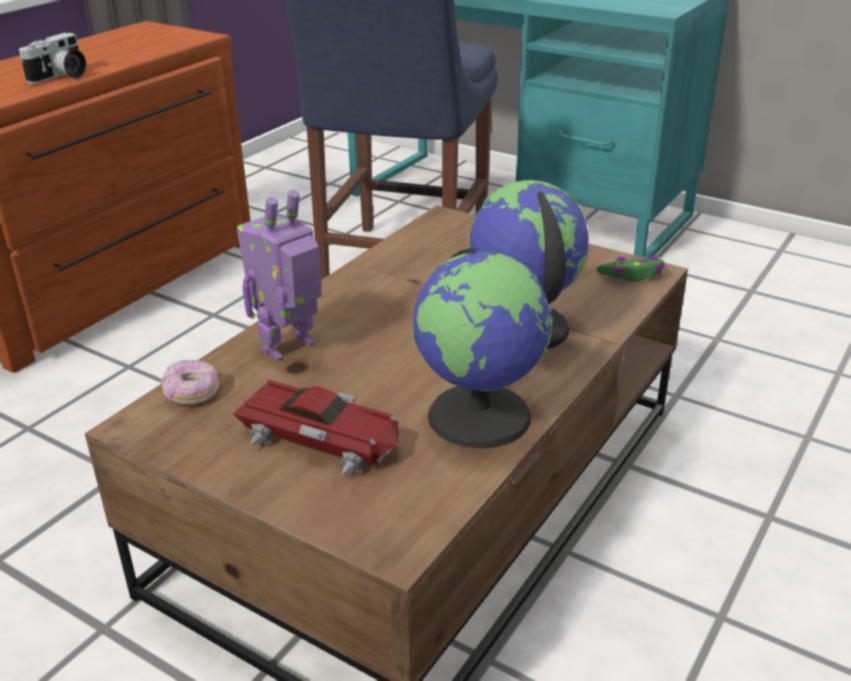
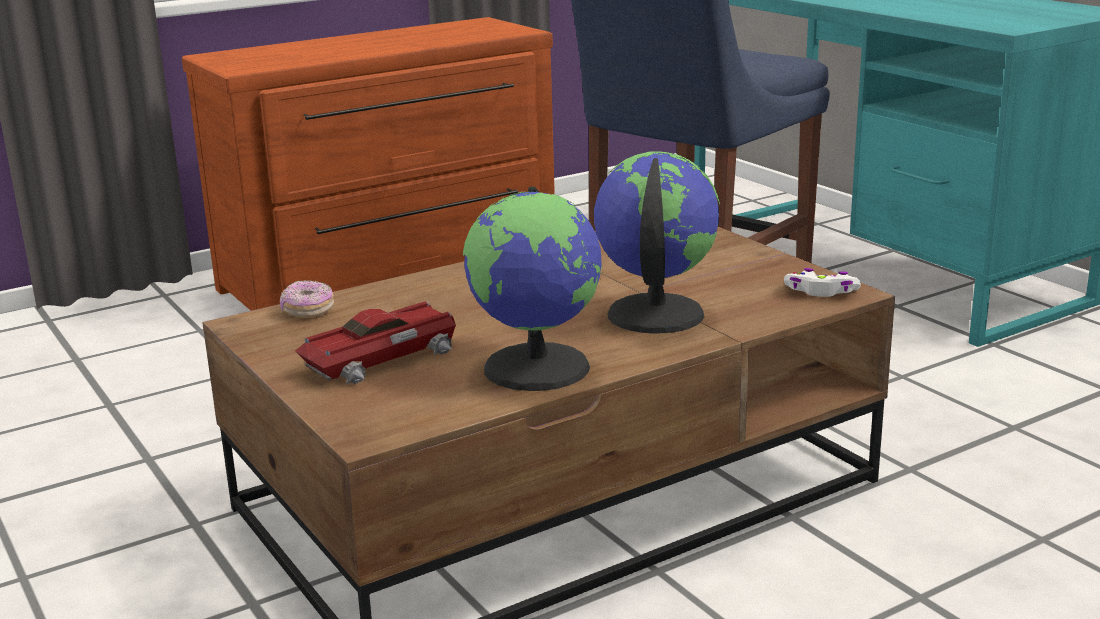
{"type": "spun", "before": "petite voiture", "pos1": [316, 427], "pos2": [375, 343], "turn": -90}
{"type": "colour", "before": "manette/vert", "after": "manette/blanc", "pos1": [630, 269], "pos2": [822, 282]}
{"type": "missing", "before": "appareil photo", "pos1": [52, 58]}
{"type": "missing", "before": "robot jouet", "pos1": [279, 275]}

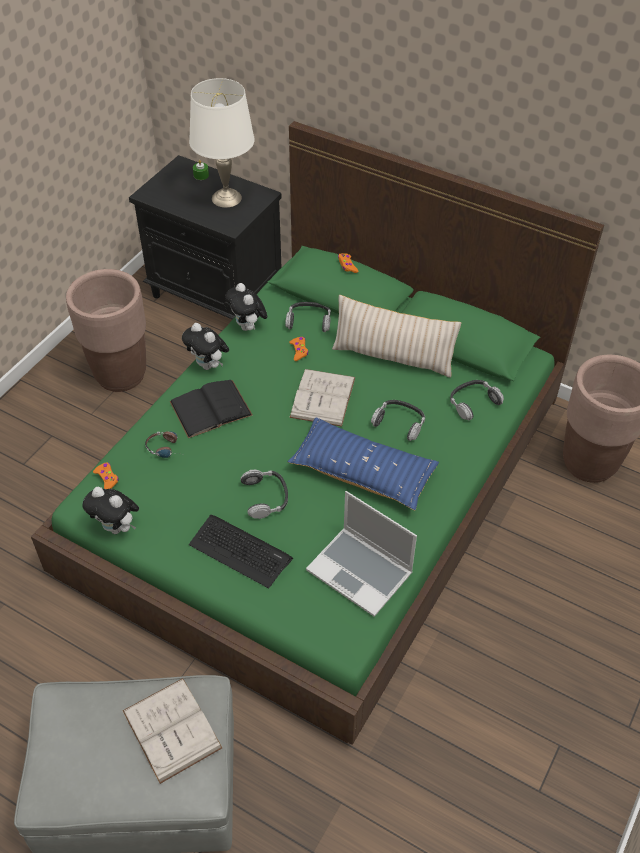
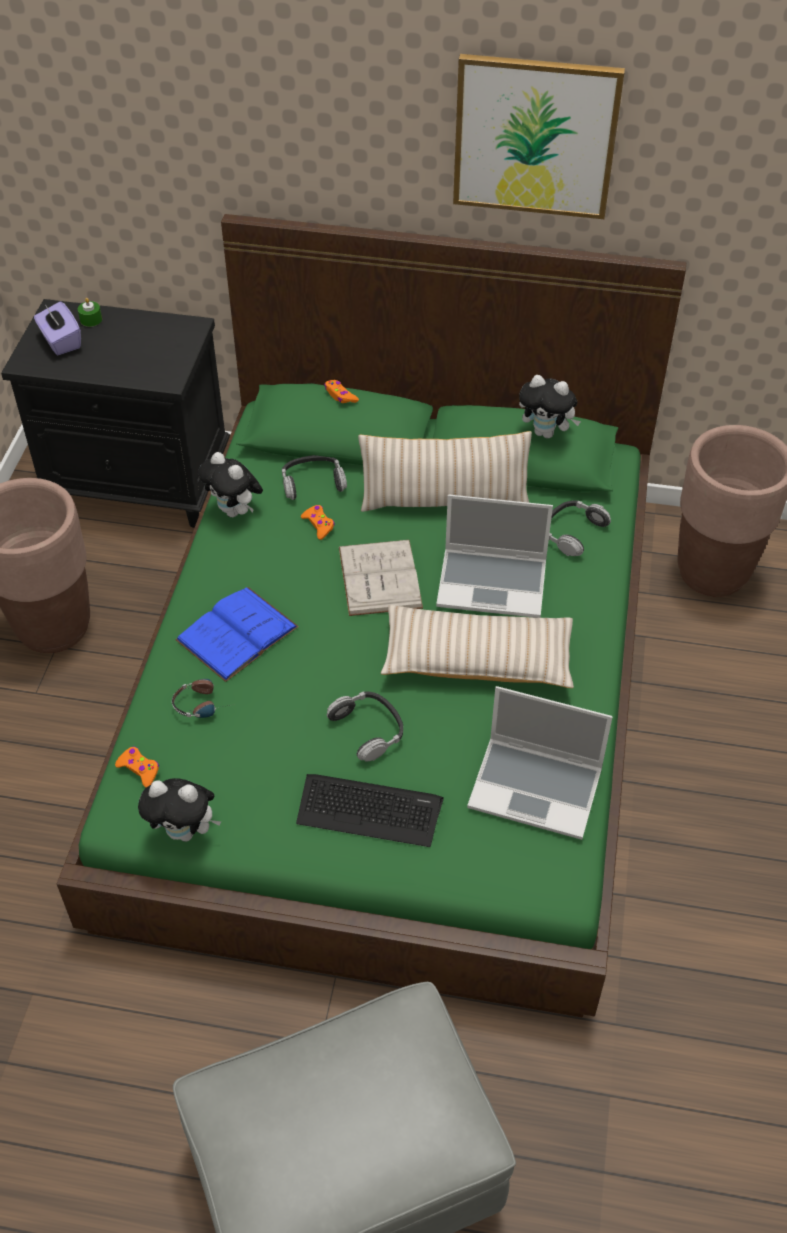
{"type": "appeared", "after": "boîte à mouchoirs/violet", "pos2": [57, 328]}
{"type": "colour", "before": "livre/noir", "after": "livre/bleu", "pos1": [211, 409], "pos2": [237, 634]}
{"type": "colour", "before": "coussin/bleu", "after": "coussin/beige", "pos1": [363, 464], "pos2": [477, 646]}
{"type": "exchanged", "before": "casque audio", "after": "ordinateur portable", "pos1": [398, 420], "pos2": [494, 556]}
{"type": "appeared", "after": "tableau", "pos2": [539, 136]}
{"type": "relocated", "before": "peluche", "pos1": [205, 346], "pos2": [550, 406]}
{"type": "missing", "before": "livre/blanc", "pos1": [172, 731]}
{"type": "missing", "before": "lampe de table/blanc", "pos1": [222, 143]}

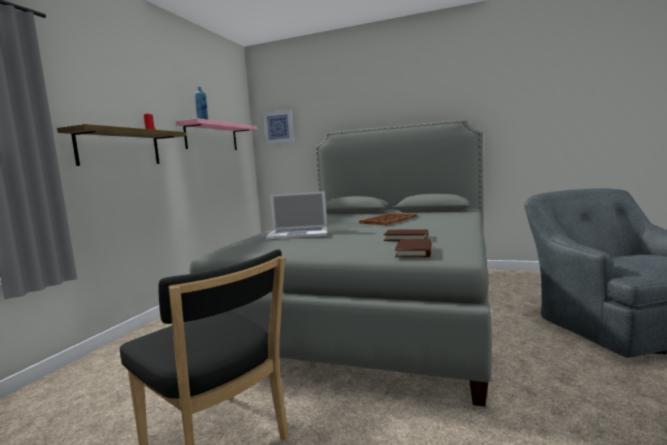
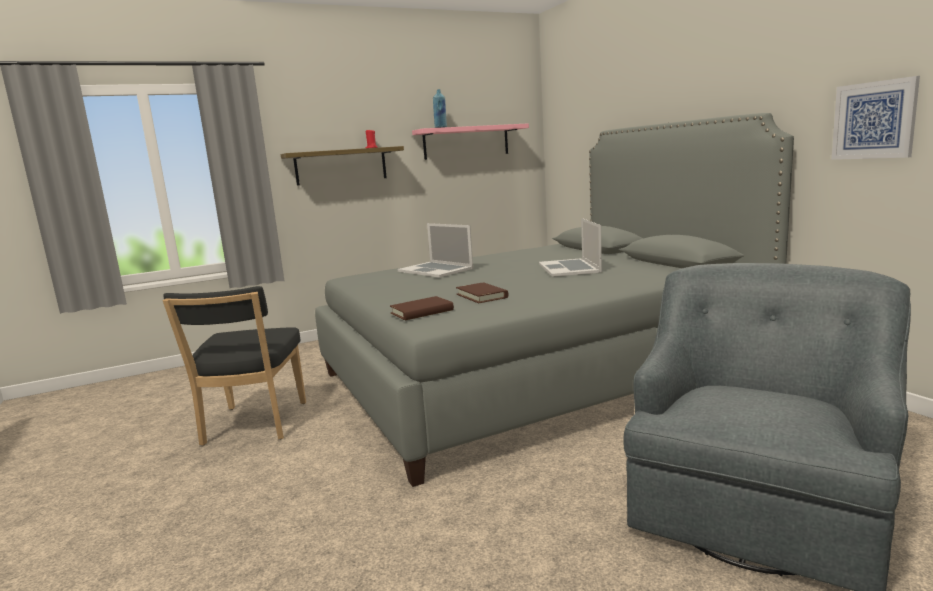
{"type": "exchanged", "before": "plateau/marron", "after": "ordinateur portable", "pos1": [388, 219], "pos2": [570, 247]}
{"type": "relocated", "before": "tableau", "pos1": [278, 126], "pos2": [875, 118]}

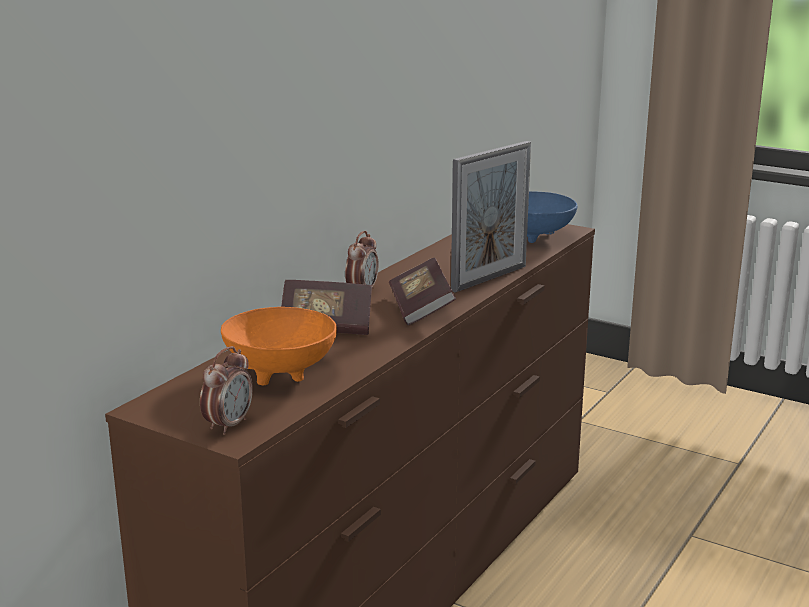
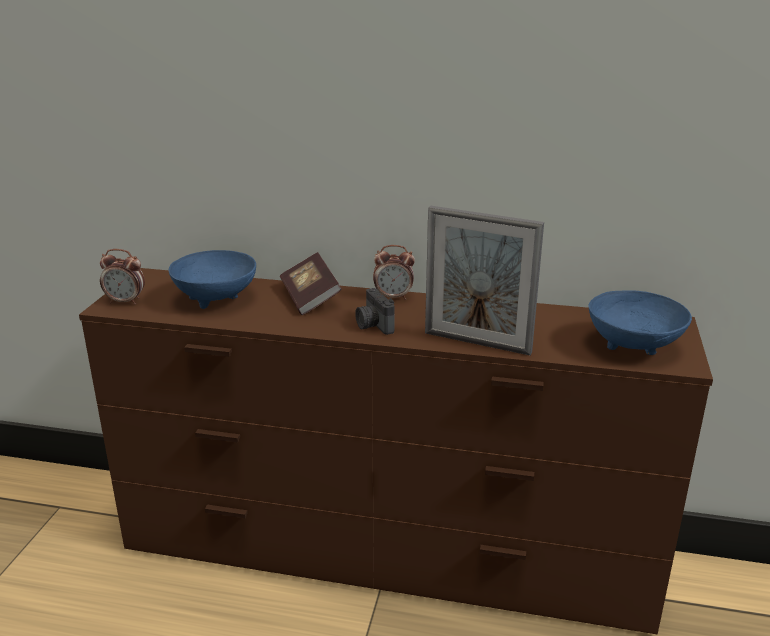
{"type": "colour", "before": "bol/orange", "after": "bol/bleu", "pos1": [279, 346], "pos2": [212, 279]}
{"type": "exchanged", "before": "livre", "after": "appareil photo", "pos1": [422, 291], "pos2": [375, 311]}

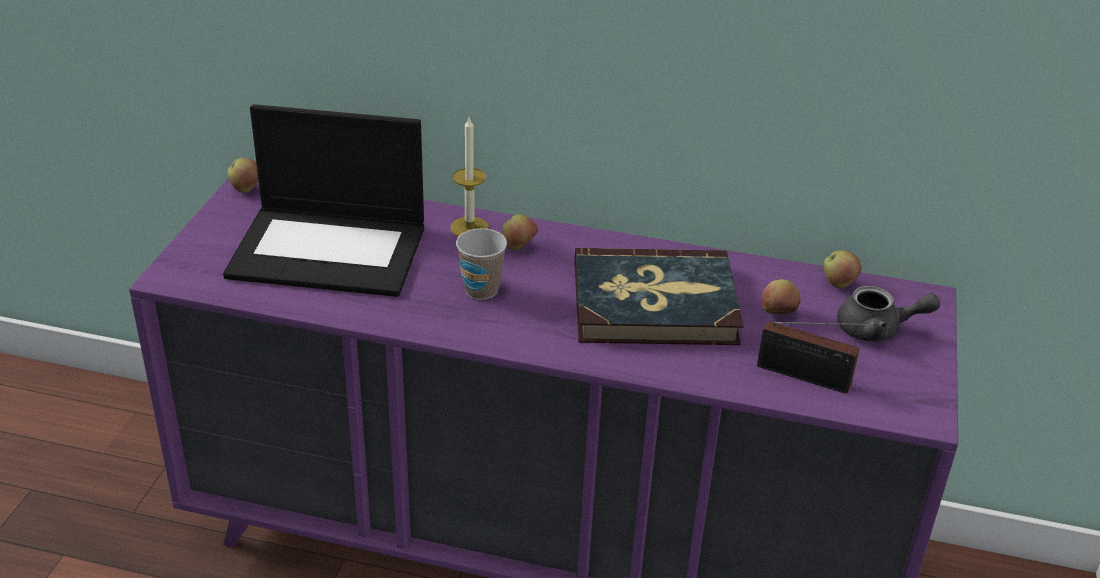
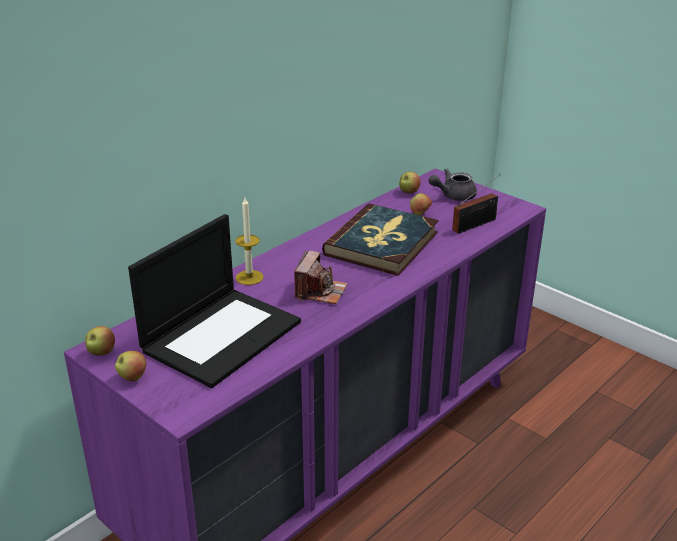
{"type": "relocated", "before": "pomme", "pos1": [520, 232], "pos2": [131, 366]}
{"type": "exchanged", "before": "tasse", "after": "appareil photo", "pos1": [481, 264], "pos2": [321, 277]}
{"type": "spun", "before": "théière/gris", "pos1": [889, 314], "pos2": [452, 184], "turn": -150}

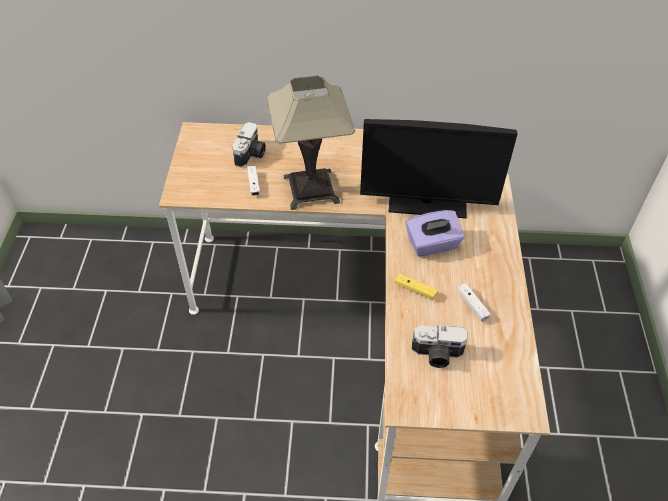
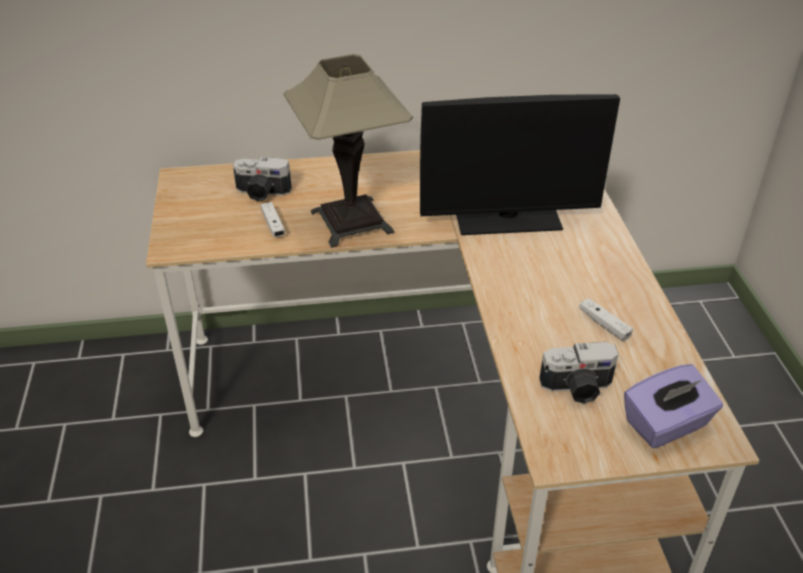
{"type": "spun", "before": "appareil photo", "pos1": [249, 145], "pos2": [262, 179], "turn": 90}
{"type": "relocated", "before": "boîte à mouchoirs/violet", "pos1": [435, 233], "pos2": [673, 406]}
{"type": "missing", "before": "manette/jaune", "pos1": [416, 287]}

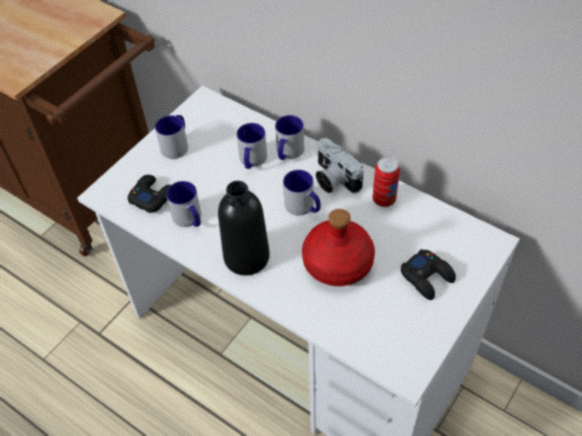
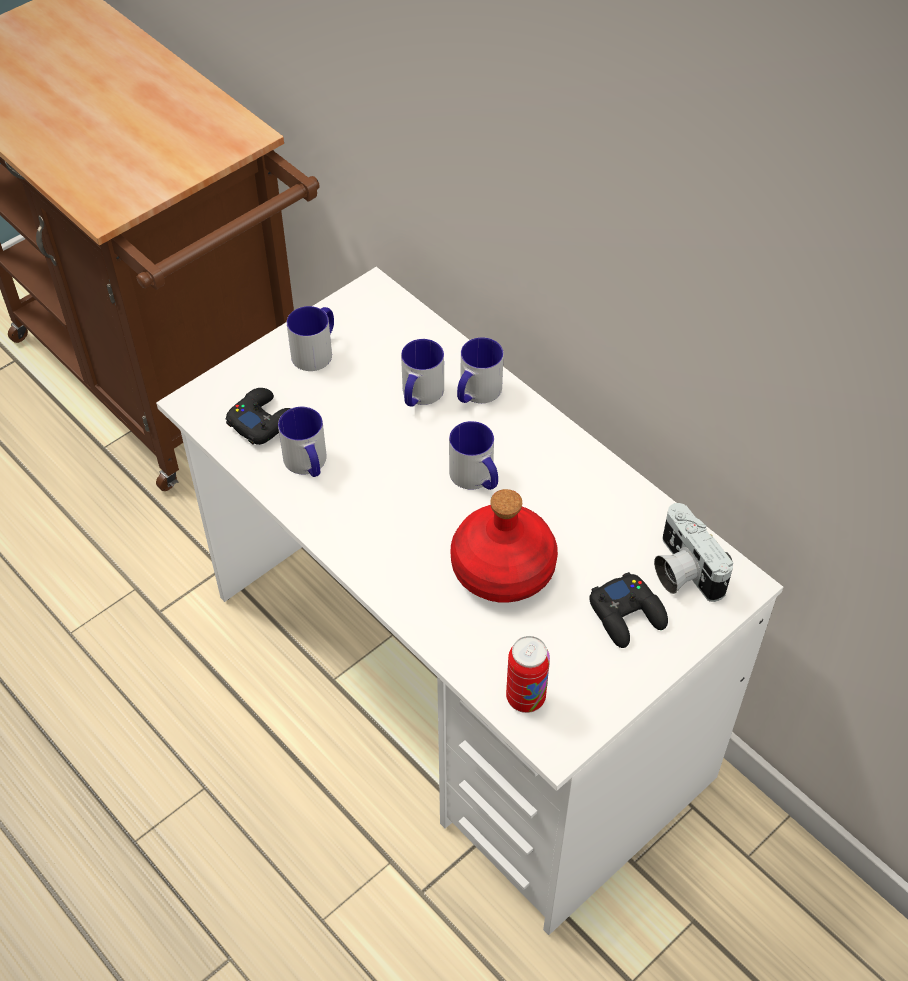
{"type": "relocated", "before": "boîte métallique", "pos1": [386, 181], "pos2": [528, 674]}
{"type": "relocated", "before": "appareil photo", "pos1": [340, 166], "pos2": [693, 552]}
{"type": "missing", "before": "bouteille/noir", "pos1": [244, 228]}

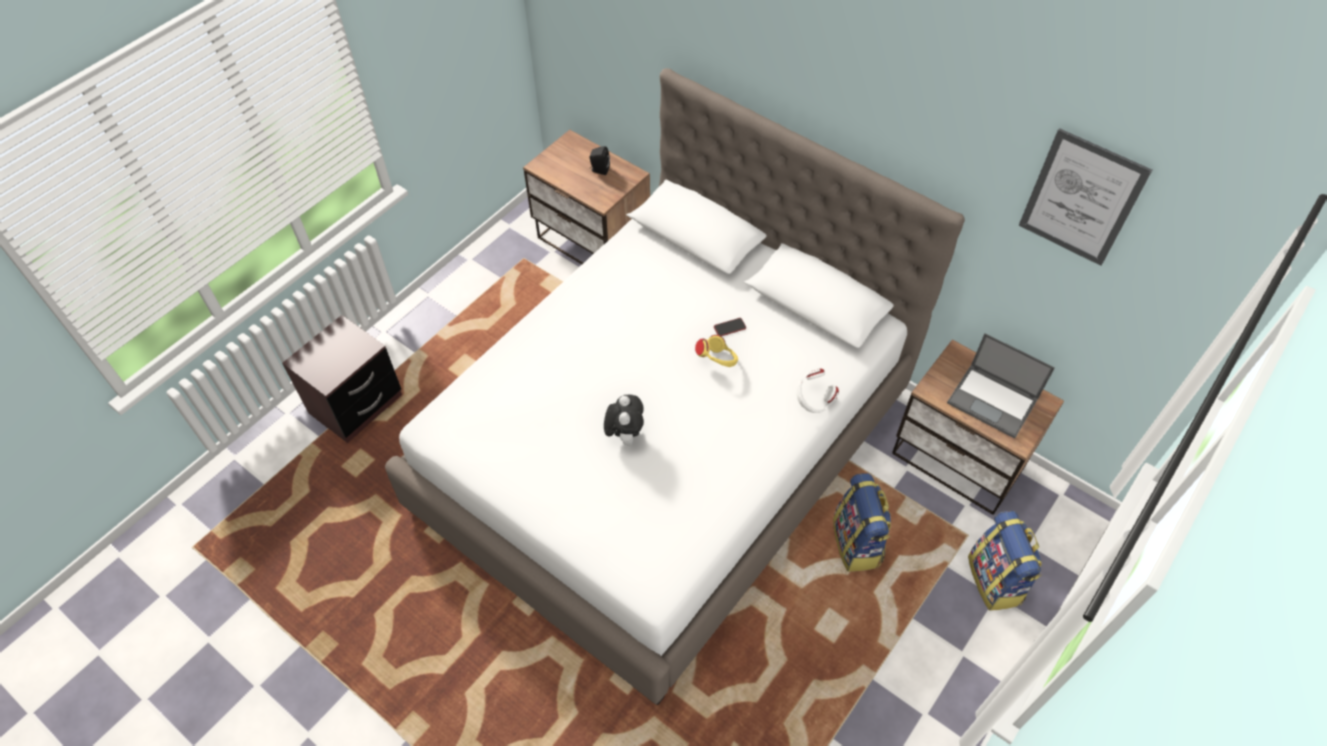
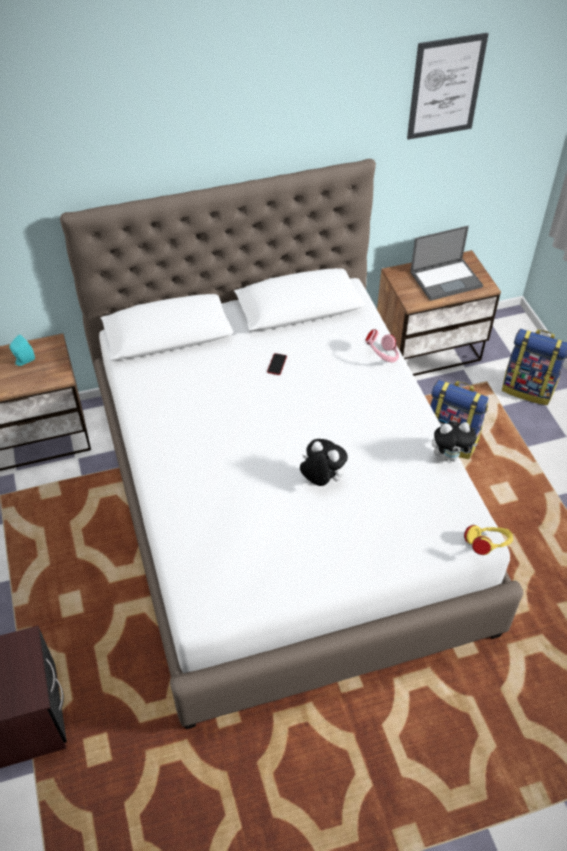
{"type": "colour", "before": "enceinte/noir", "after": "enceinte/turquoise", "pos1": [599, 160], "pos2": [22, 350]}
{"type": "colour", "before": "casque audio/blanc", "after": "casque audio/rose", "pos1": [817, 390], "pos2": [382, 346]}
{"type": "appeared", "after": "peluche", "pos2": [455, 441]}
{"type": "relocated", "before": "casque audio/jaune", "pos1": [716, 351], "pos2": [488, 540]}

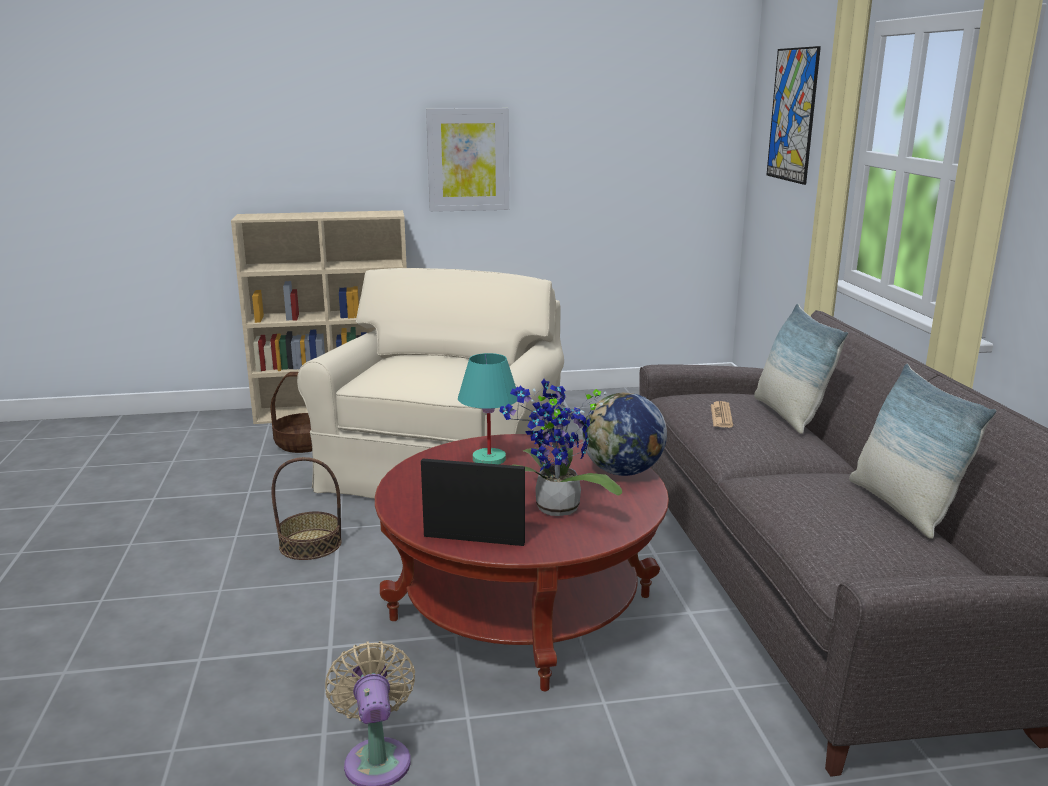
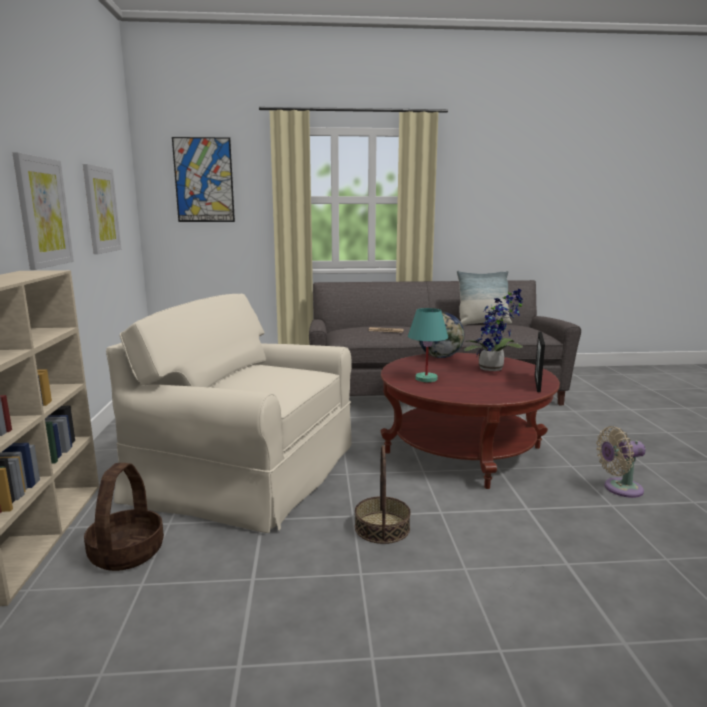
{"type": "appeared", "after": "tableau", "pos2": [102, 209]}
{"type": "missing", "before": "coussin", "pos1": [801, 369]}

